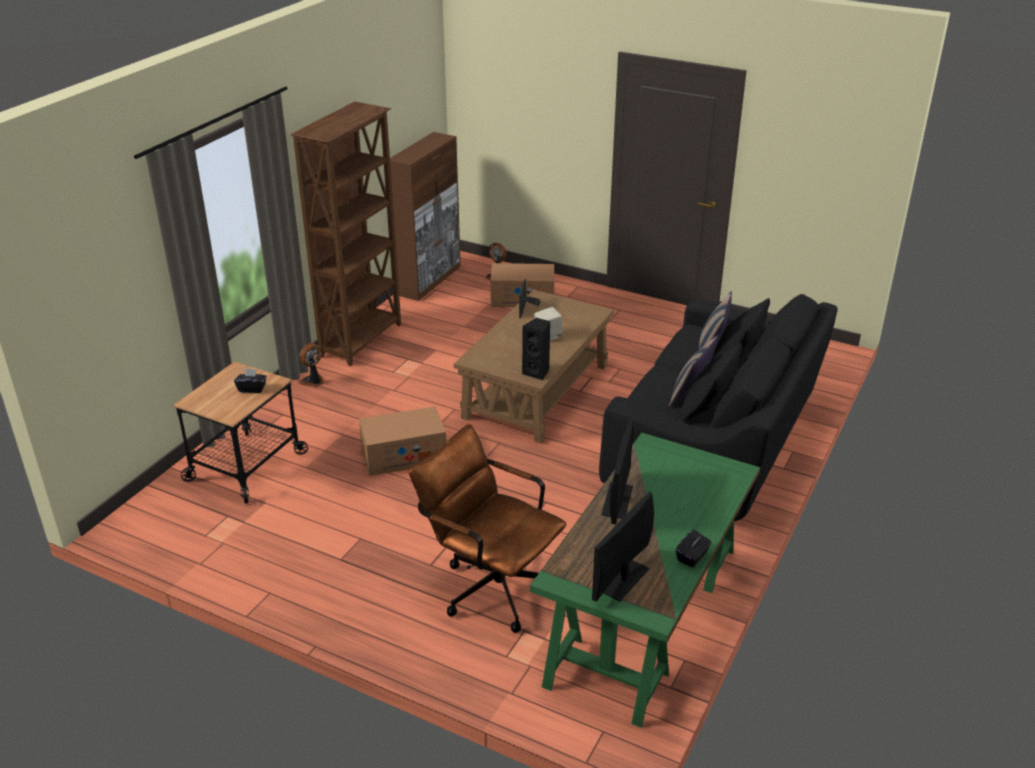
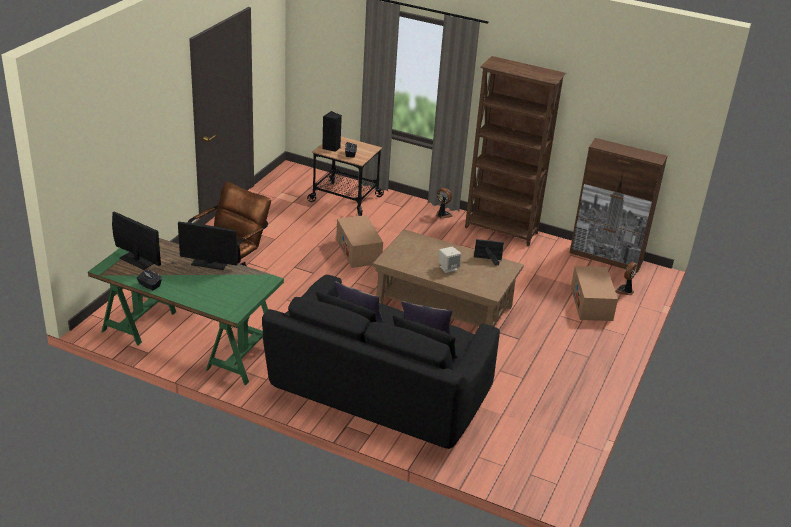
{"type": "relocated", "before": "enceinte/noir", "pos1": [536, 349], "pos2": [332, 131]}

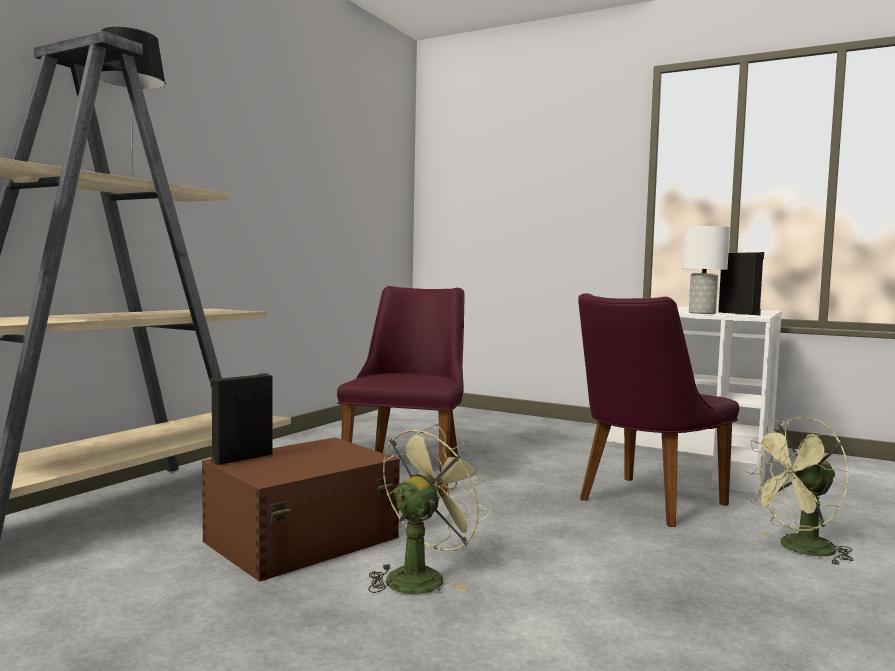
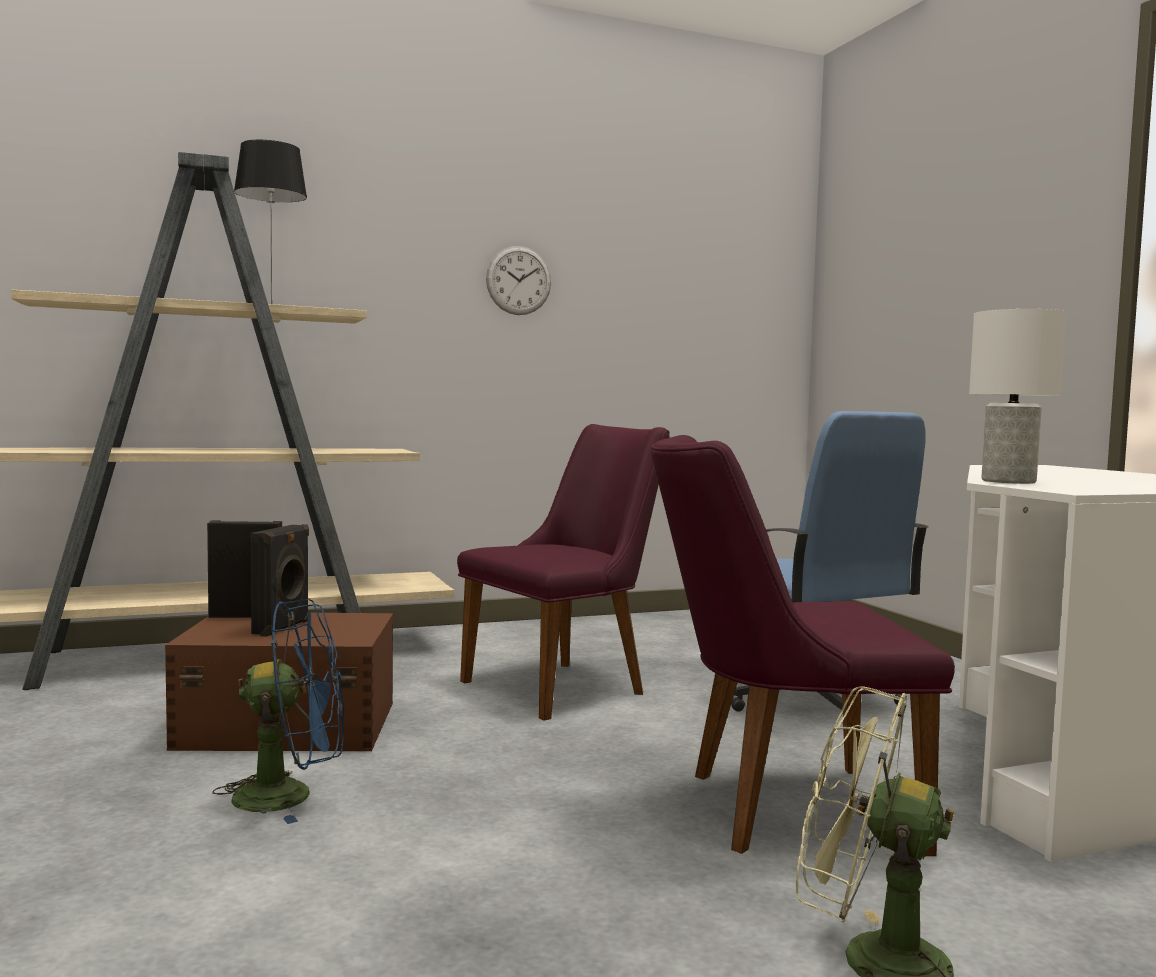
{"type": "colour", "before": "ventilateur/vert", "after": "ventilateur/bleu", "pos1": [429, 509], "pos2": [278, 711]}
{"type": "relocated", "before": "enceinte/noir", "pos1": [741, 284], "pos2": [280, 580]}
{"type": "appeared", "after": "horloge murale", "pos2": [518, 280]}
{"type": "appeared", "after": "chaise de bureau/bleu", "pos2": [829, 561]}

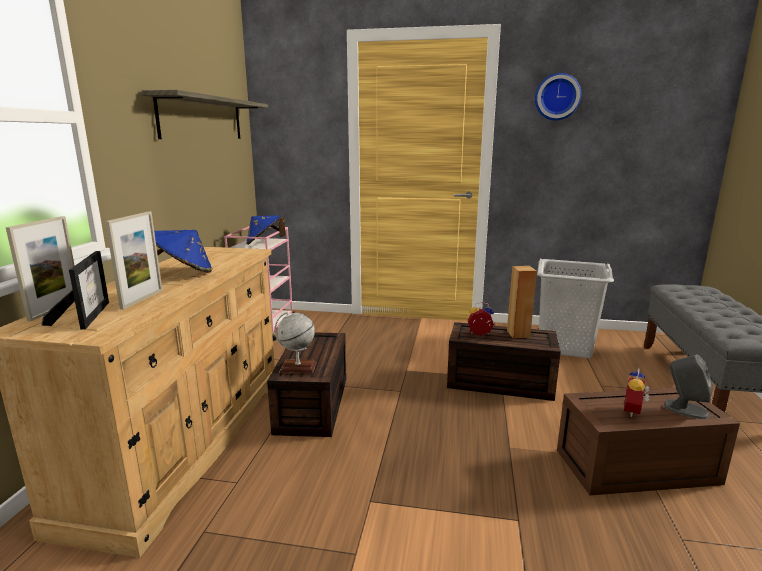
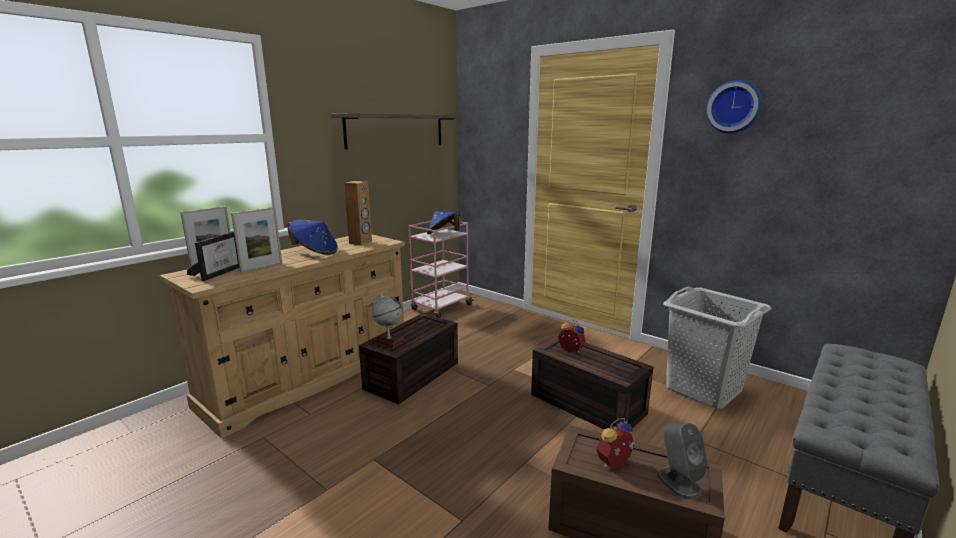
{"type": "relocated", "before": "enceinte/marron", "pos1": [522, 302], "pos2": [358, 213]}

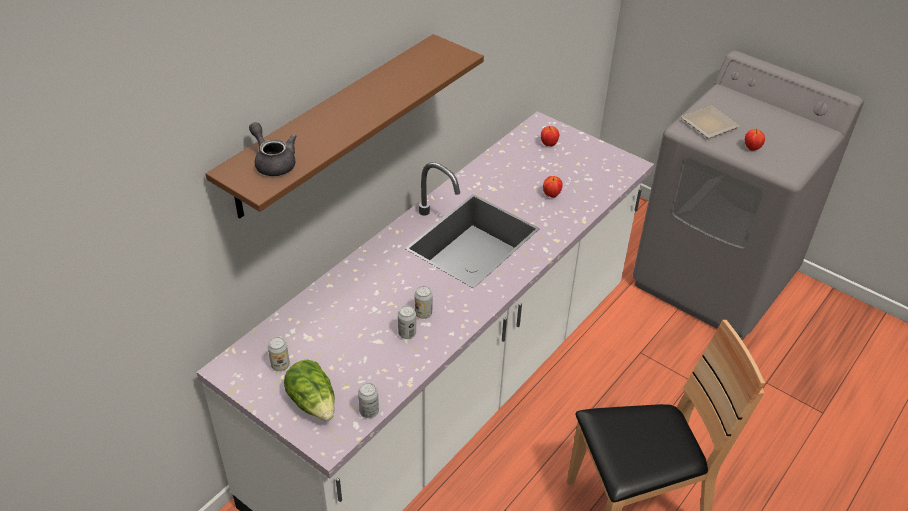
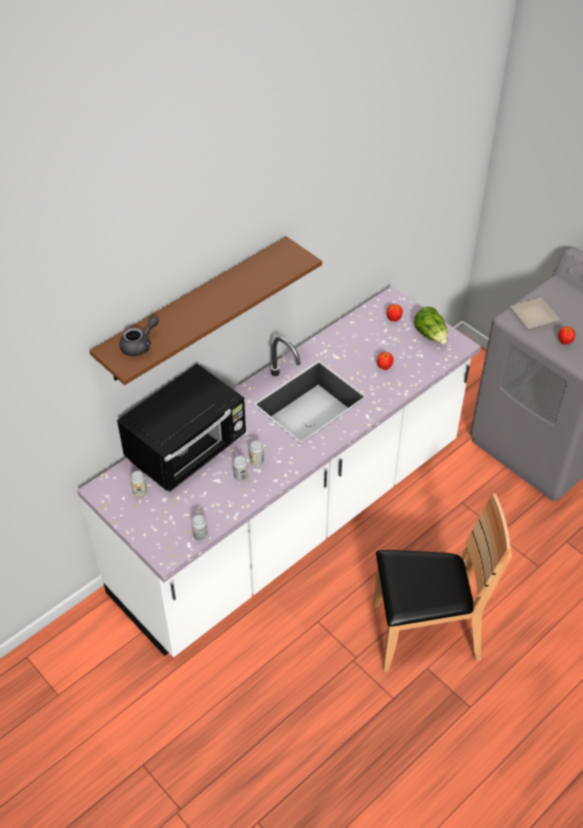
{"type": "appeared", "after": "micro-ondes/noir", "pos2": [181, 428]}
{"type": "spun", "before": "théière/gris", "pos1": [272, 149], "pos2": [139, 336], "turn": 75}
{"type": "relocated", "before": "laitue", "pos1": [309, 390], "pos2": [430, 325]}

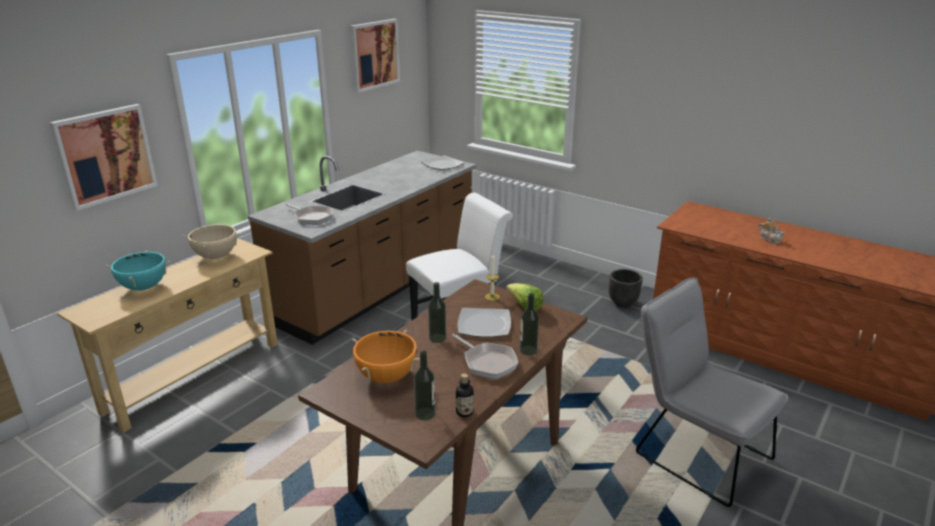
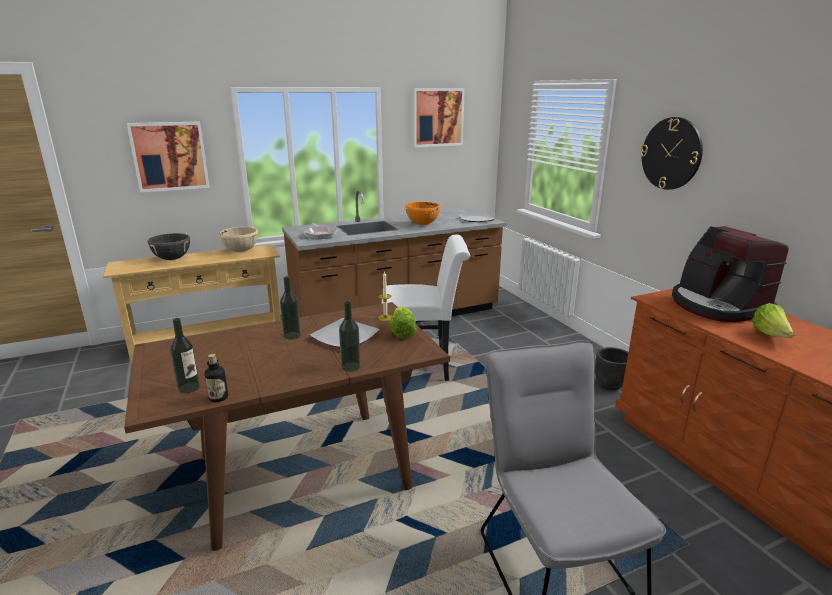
{"type": "colour", "before": "marmite/turquoise", "after": "marmite/noir", "pos1": [138, 270], "pos2": [168, 246]}
{"type": "relocated", "before": "marmite/orange", "pos1": [386, 356], "pos2": [422, 213]}
{"type": "appeared", "after": "horloge murale", "pos2": [671, 153]}
{"type": "appeared", "after": "machine à café", "pos2": [730, 274]}
{"type": "exchanged", "before": "théière", "after": "laitue", "pos1": [771, 231], "pos2": [773, 320]}
{"type": "missing", "before": "poêle", "pos1": [485, 356]}

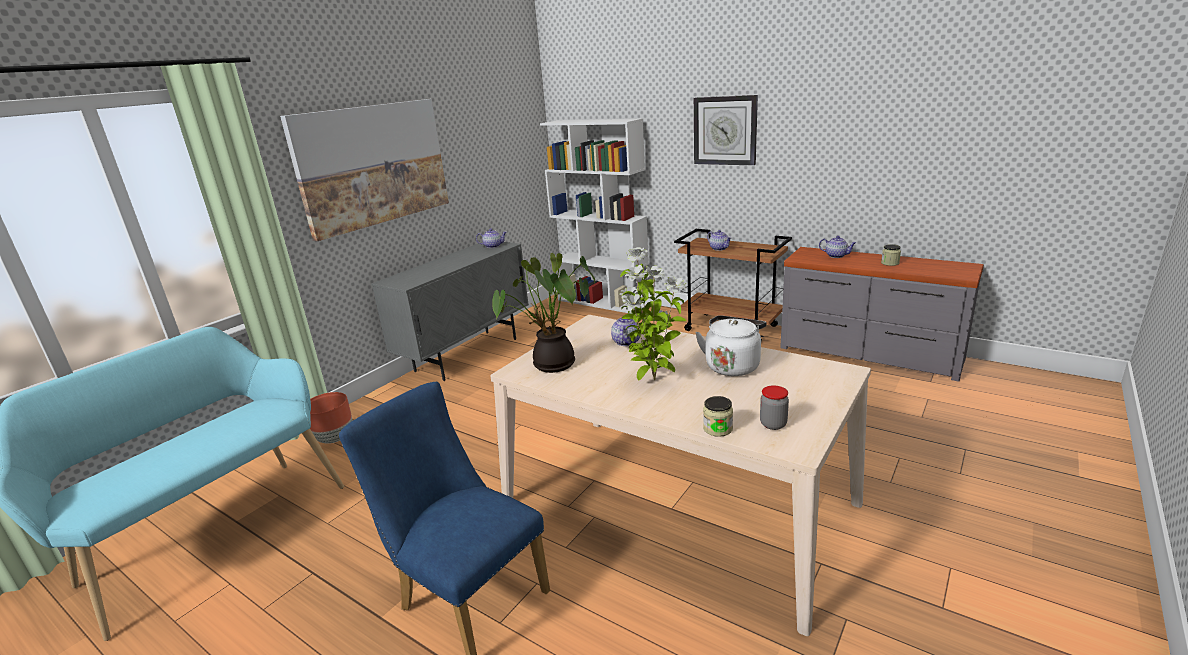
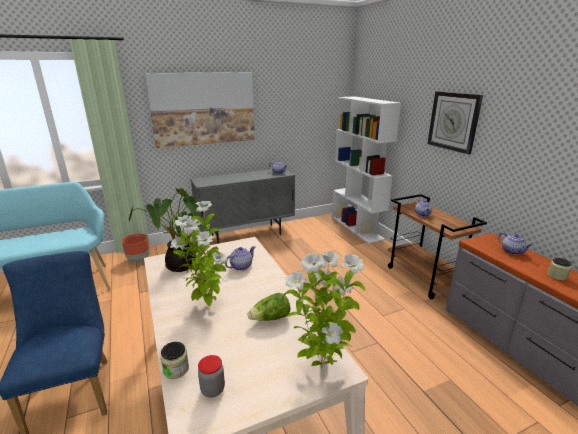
{"type": "exchanged", "before": "bouilloire/blanc", "after": "laitue", "pos1": [731, 345], "pos2": [269, 307]}
{"type": "appeared", "after": "plante en pot", "pos2": [324, 310]}

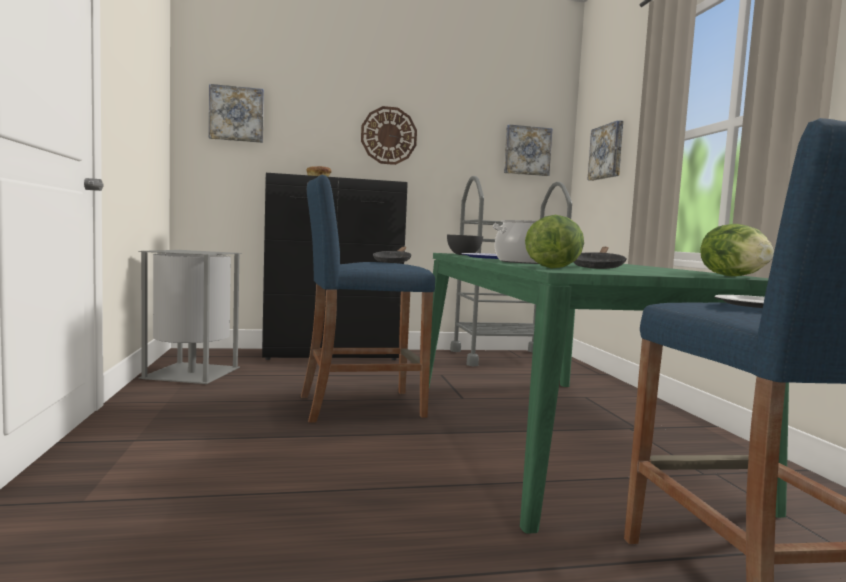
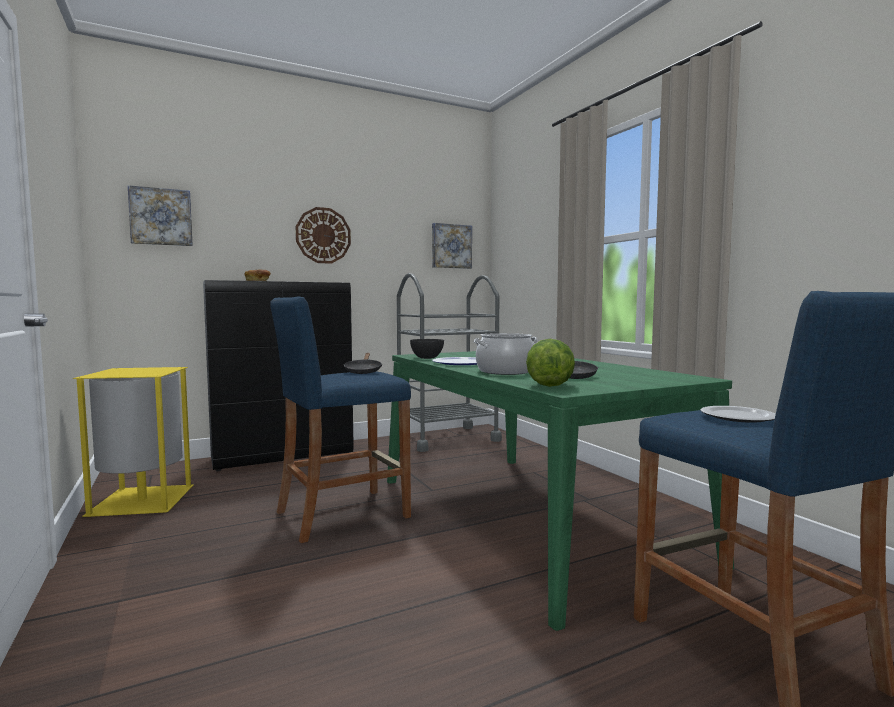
{"type": "colour", "before": "poubelle/gris", "after": "poubelle/jaune", "pos1": [190, 317], "pos2": [133, 442]}
{"type": "missing", "before": "tableau", "pos1": [605, 150]}
{"type": "missing", "before": "laitue", "pos1": [737, 250]}

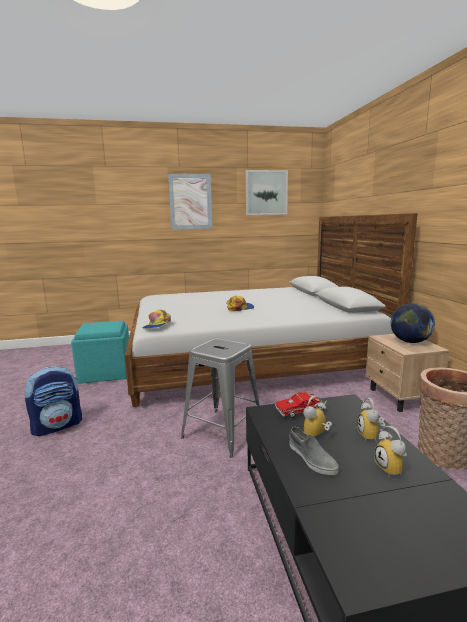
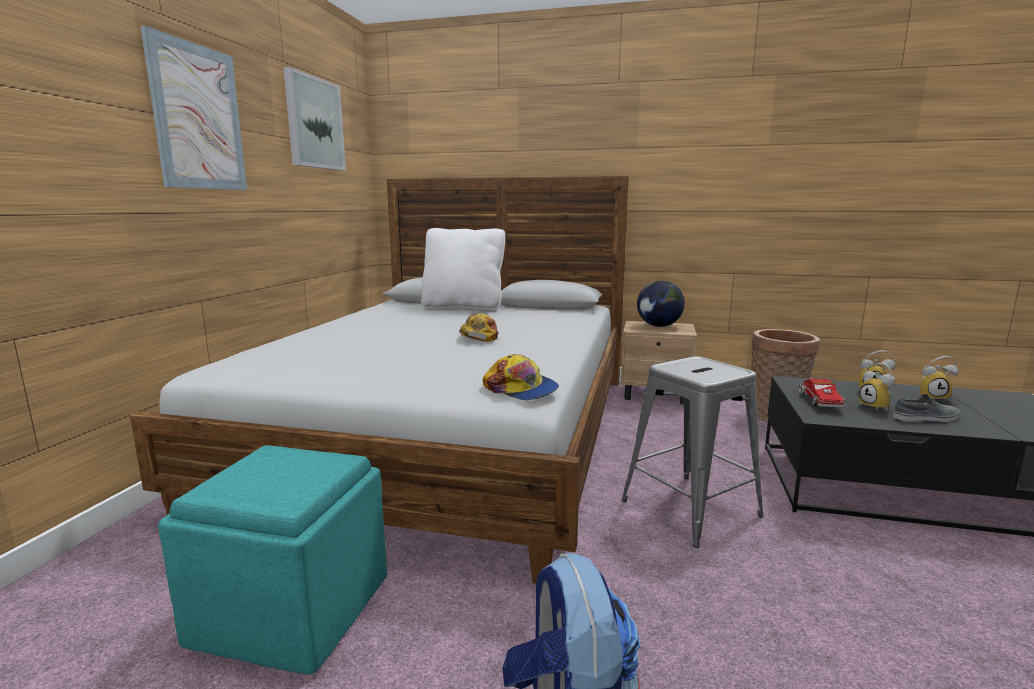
{"type": "appeared", "after": "coussin/blanc", "pos2": [463, 269]}

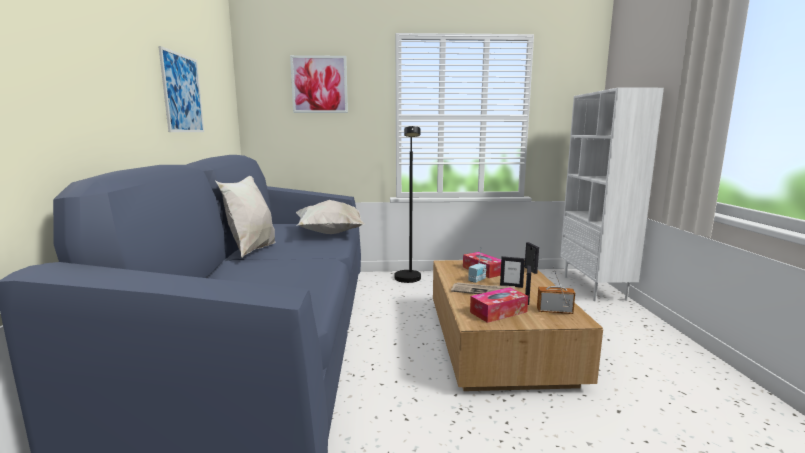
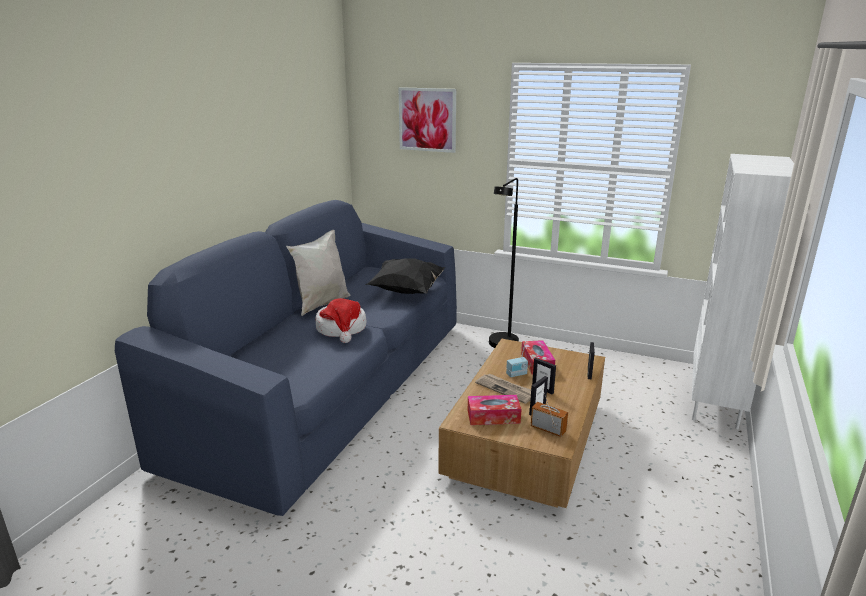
{"type": "appeared", "after": "chapeau", "pos2": [341, 320]}
{"type": "colour", "before": "coussin/blanc", "after": "coussin/noir", "pos1": [330, 217], "pos2": [405, 276]}
{"type": "missing", "before": "tableau", "pos1": [181, 89]}

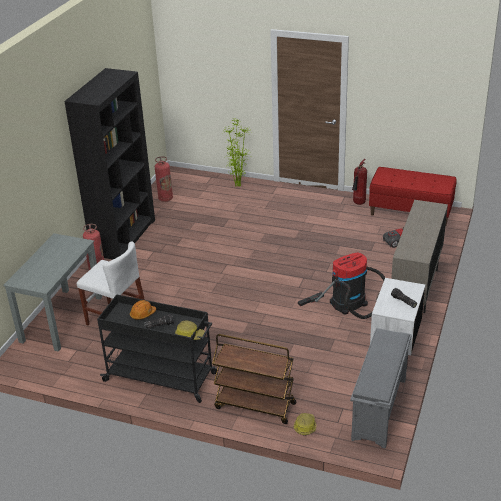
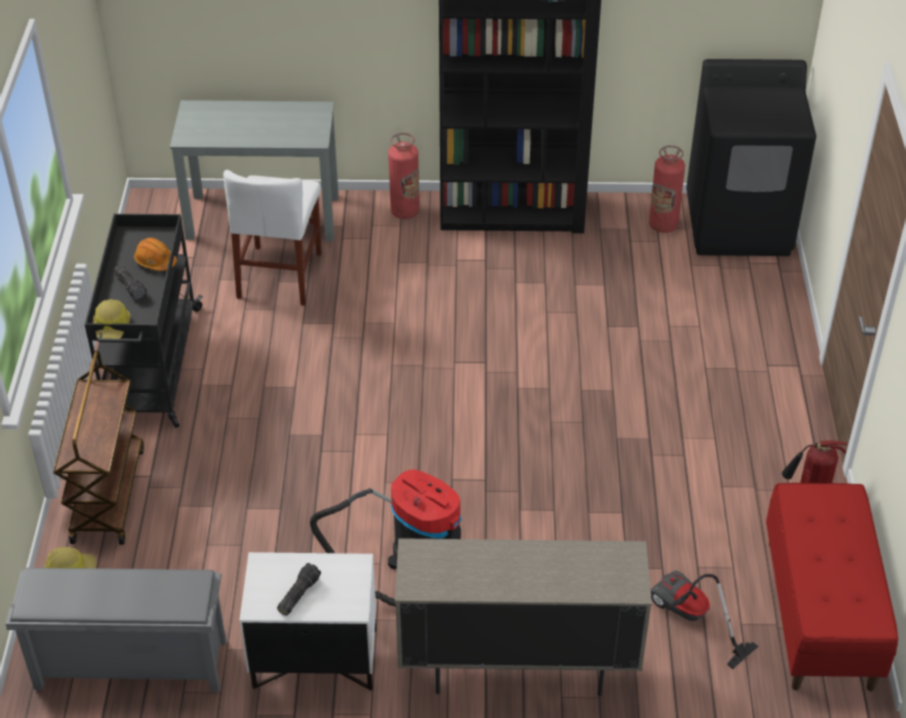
{"type": "appeared", "after": "lave-linge/noir", "pos2": [751, 157]}
{"type": "missing", "before": "plante en pot", "pos1": [237, 152]}

